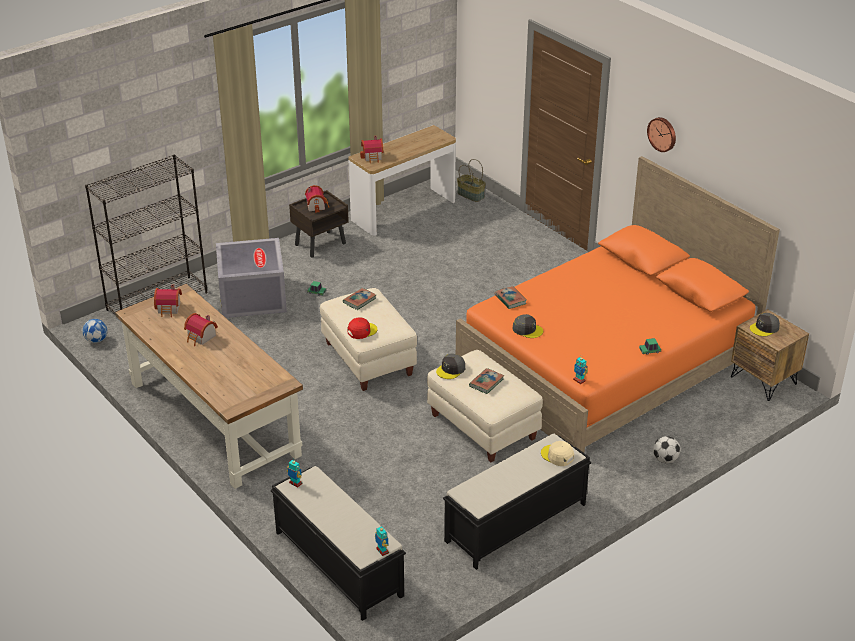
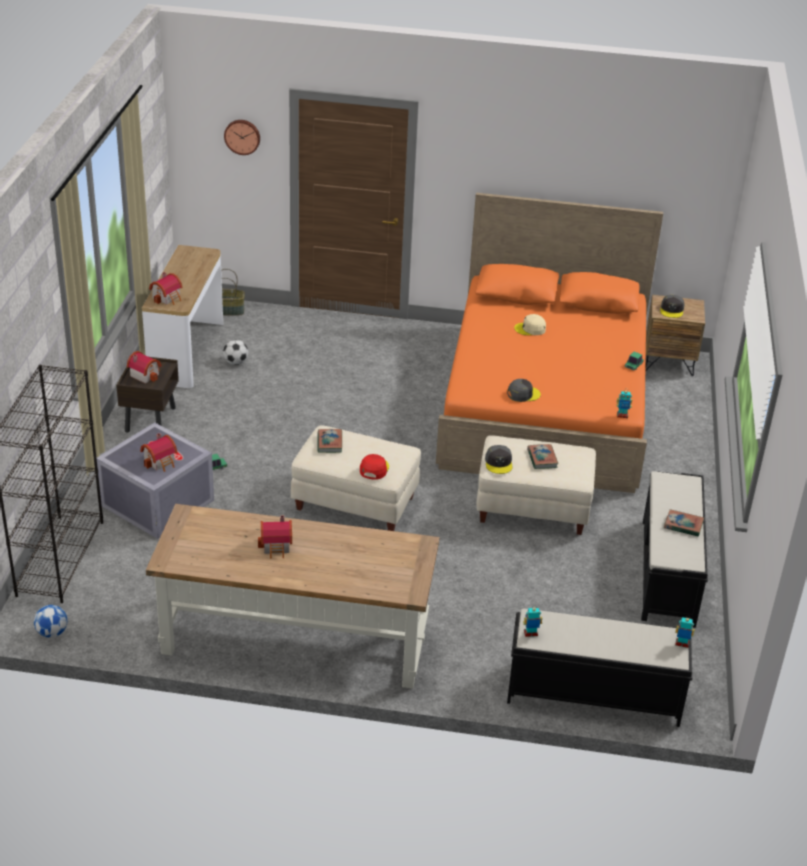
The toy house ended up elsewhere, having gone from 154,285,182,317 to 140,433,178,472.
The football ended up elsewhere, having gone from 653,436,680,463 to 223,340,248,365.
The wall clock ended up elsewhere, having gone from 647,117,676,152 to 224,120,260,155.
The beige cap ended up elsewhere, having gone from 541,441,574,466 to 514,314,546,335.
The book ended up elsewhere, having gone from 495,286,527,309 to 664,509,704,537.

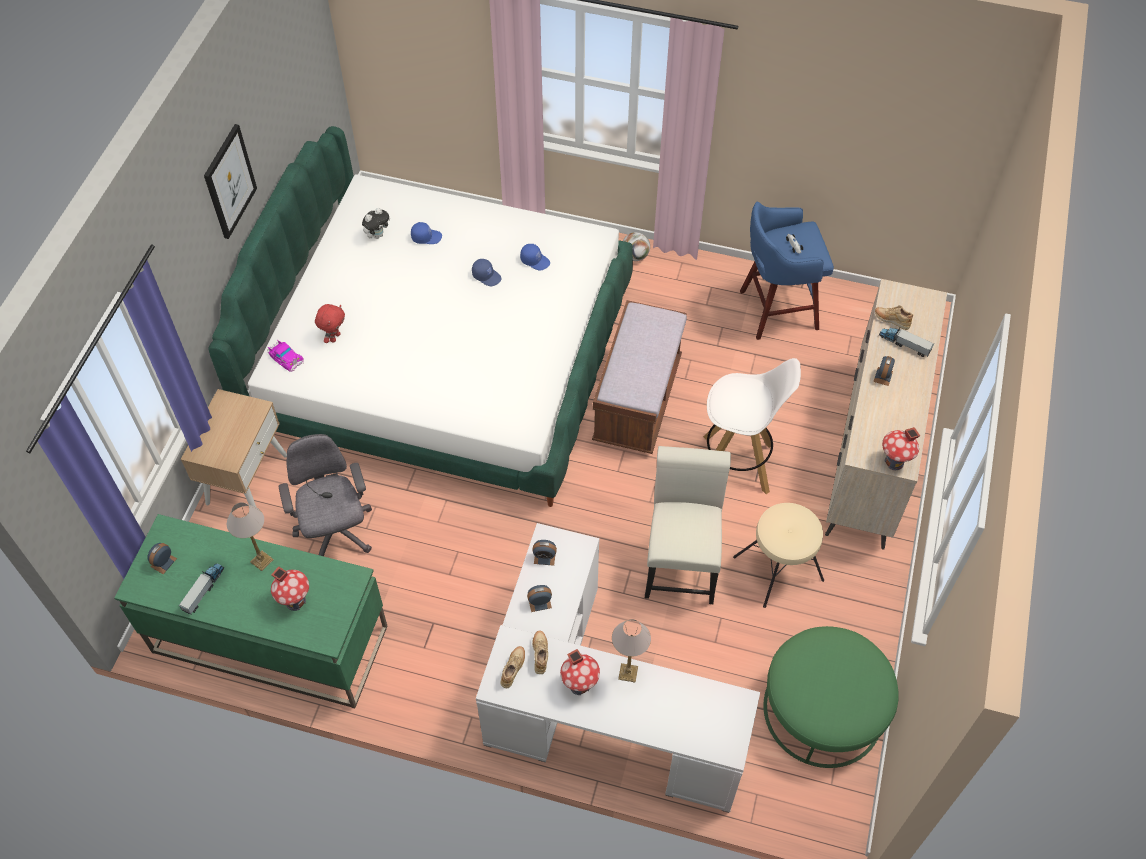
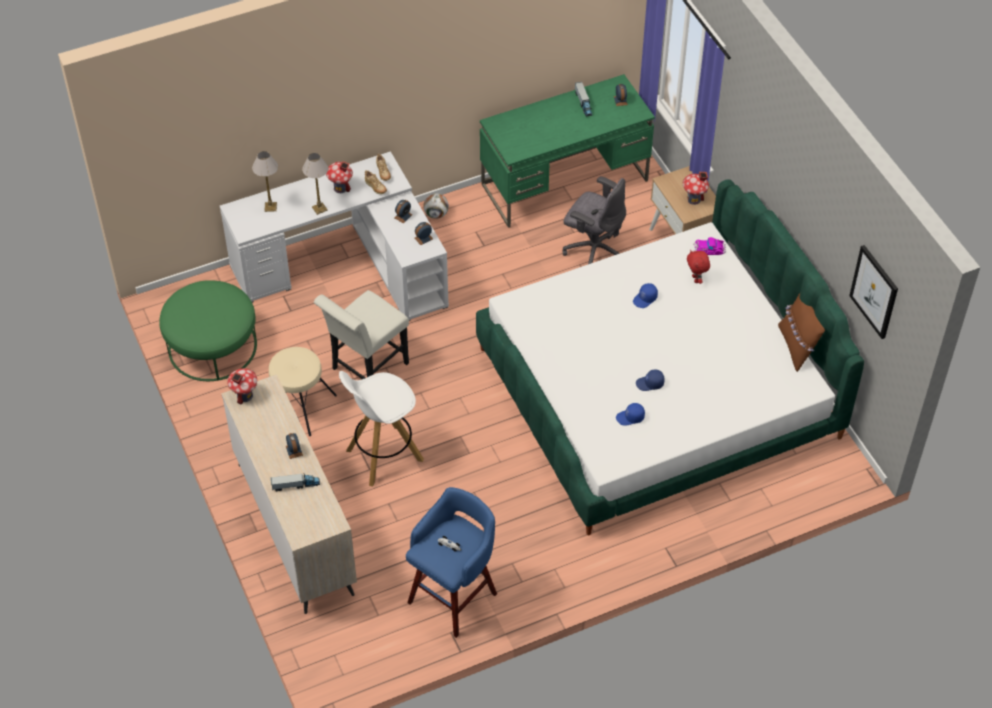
The table lamp ended up elsewhere, having gone from 227,502,274,571 to 252,151,278,212.
The white chair at 645,446,731,604 ended up facing another way, 75 degrees clockwise from before.
The football ended up elsewhere, having gone from 623,232,650,261 to 423,193,449,219.
The blue cap ended up elsewhere, having gone from 411,222,442,244 to 633,283,658,308.
The toy house ended up elsewhere, having gone from 271,567,309,611 to 683,172,709,205.
The second view gained the brown pillow at 778,293,825,372.
The picture ended up elsewhere, having gone from 204,124,257,239 to 849,245,898,339.
The second view lost the plush toy at 362,208,390,239.
The second view lost the brown bench at 592,300,687,454.
The second view lost the beige shoe at 875,305,913,330.

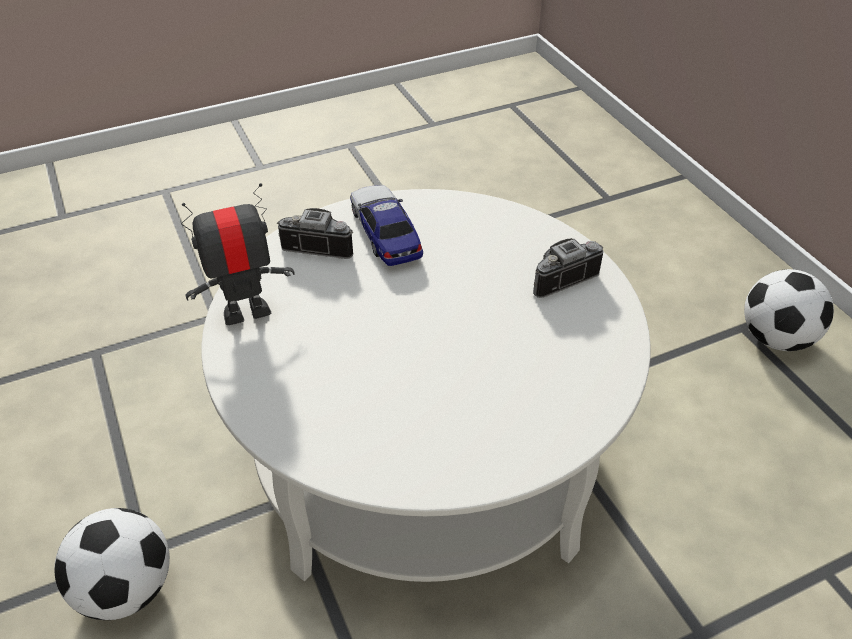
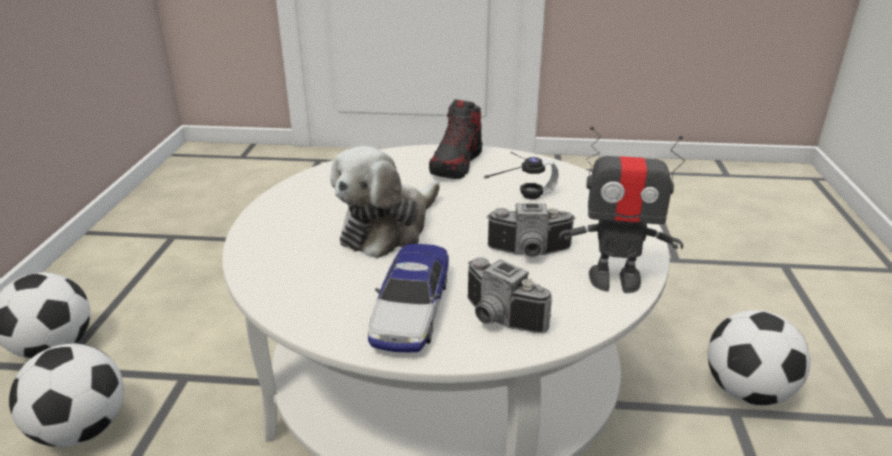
The second view gained the football at 9,344,124,447.
The second view gained the plush toy at 330,146,439,258.
The second view gained the shoe at 429,99,482,179.
The second view gained the headphones at 484,152,558,199.
The photo camera ended up elsewhere, having gone from 533,238,604,298 to 486,203,575,258.

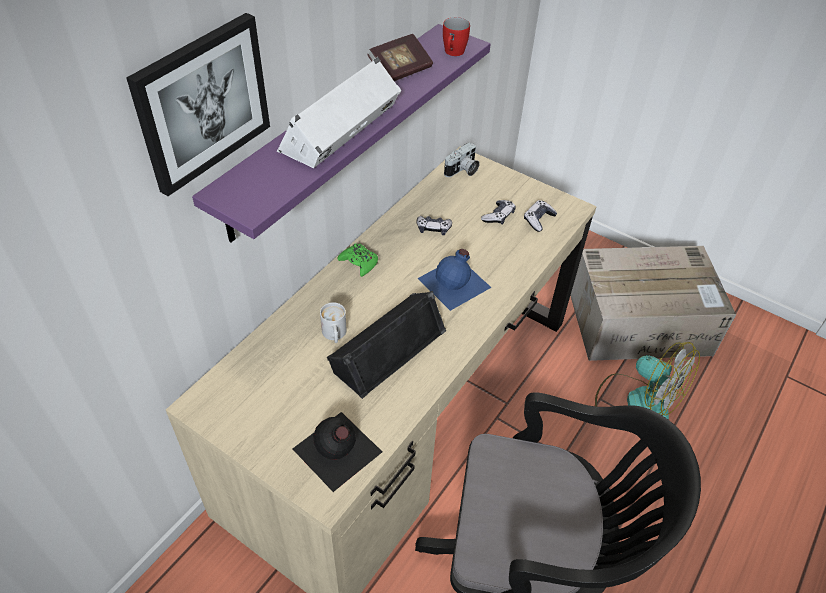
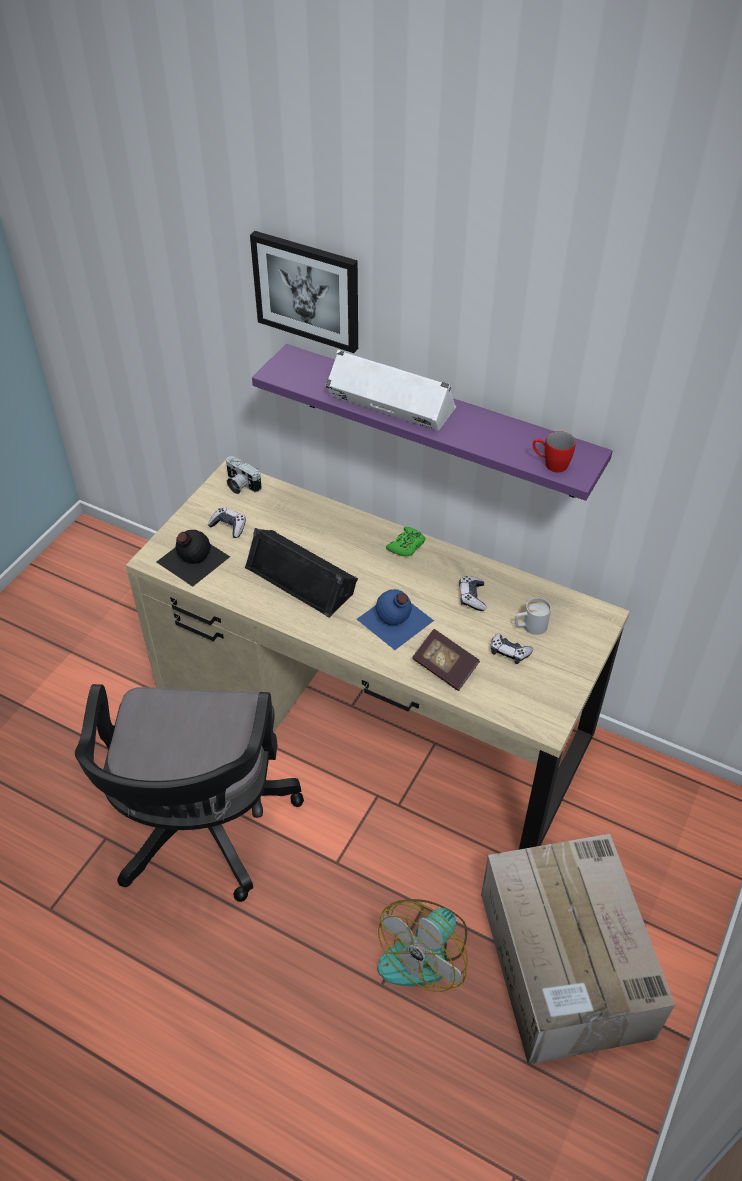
The game controller ended up elsewhere, having gone from 524,200,557,232 to 208,507,246,538.
The photo camera ended up elsewhere, having gone from 444,142,479,177 to 226,456,262,494.
The book ended up elsewhere, having gone from 367,34,433,81 to 412,629,480,691.
The white mug ended up elsewhere, having gone from 320,302,347,343 to 515,598,551,635.

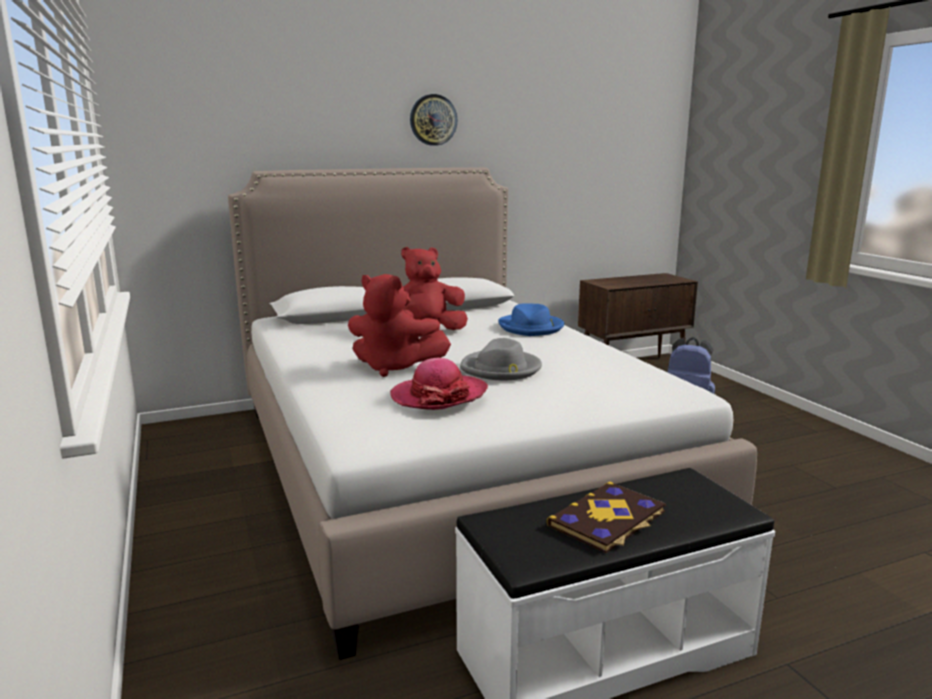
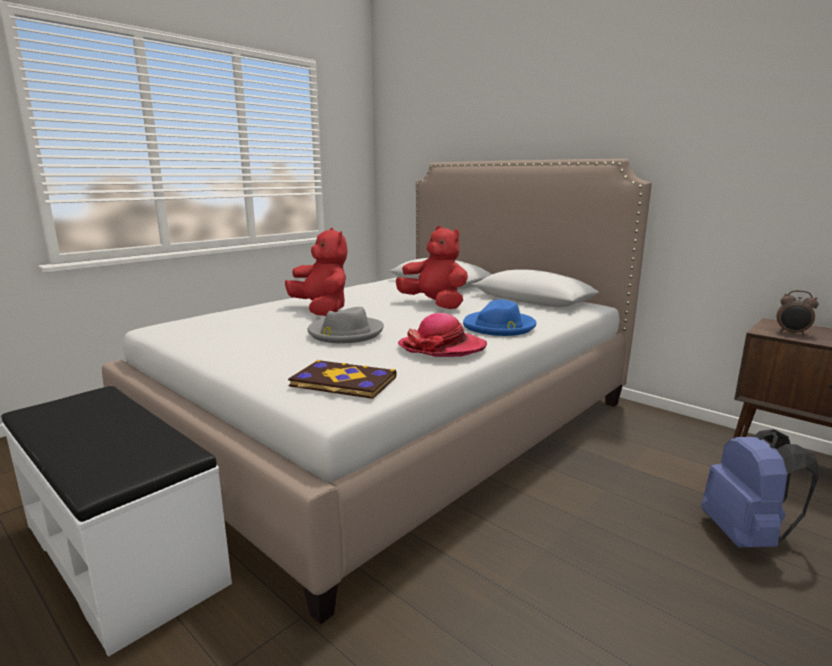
The red plush toy at 348,274,451,377 ended up facing another way, 150 degrees clockwise from before.
The book ended up elsewhere, having gone from 547,482,666,553 to 288,360,396,399.
The hat ended up elsewhere, having gone from 390,357,488,410 to 398,313,487,357.
The second view gained the alarm clock at 776,290,819,336.
The second view lost the wall clock at 410,94,458,146.

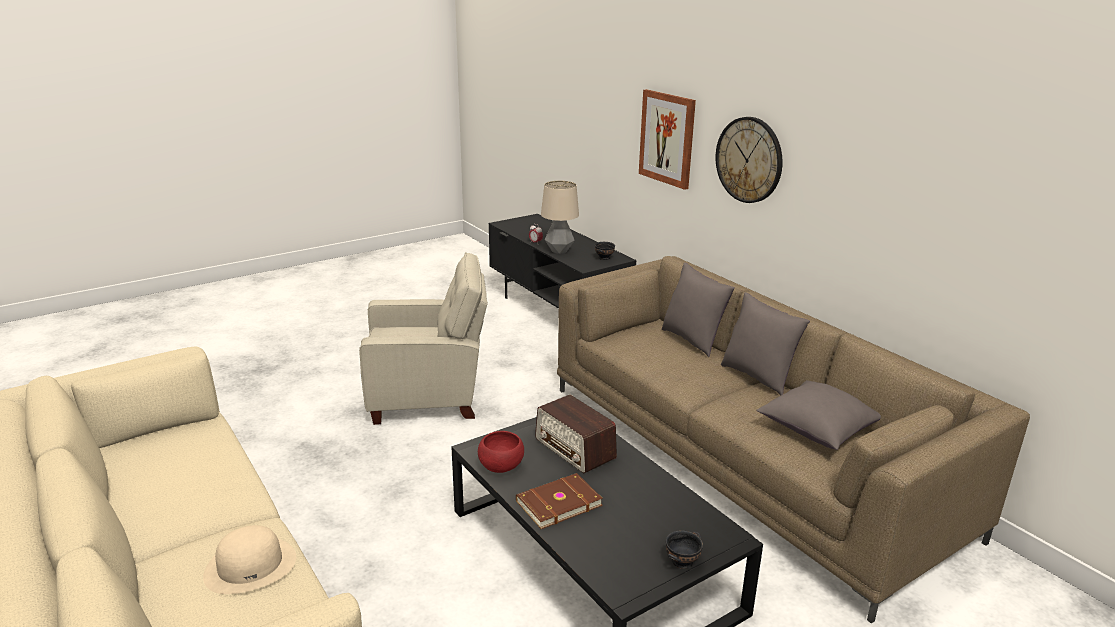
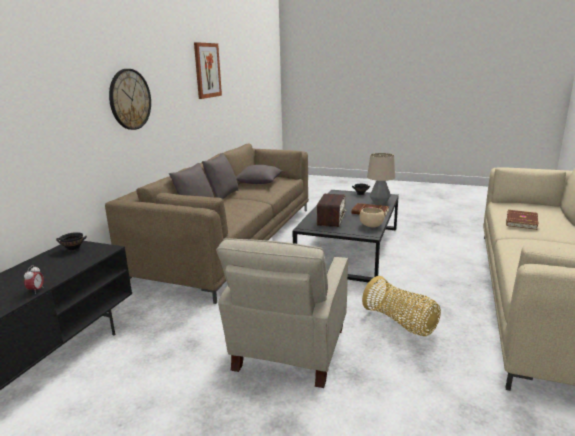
The picture ended up elsewhere, having gone from 639,89,696,190 to 194,42,222,99.
The beige armchair at 359,252,488,425 ended up facing another way, 120 degrees counterclockwise from before.
What was the red bowl at 478,431,524,473 turned into the beige bowl at 360,207,385,227.
The second view gained the basket at 362,276,441,336.
The table lamp ended up elsewhere, having gone from 541,180,579,254 to 367,153,395,205.
Where the beige hat stood at 203,525,296,594, the brown book came to stand at 506,210,538,230.

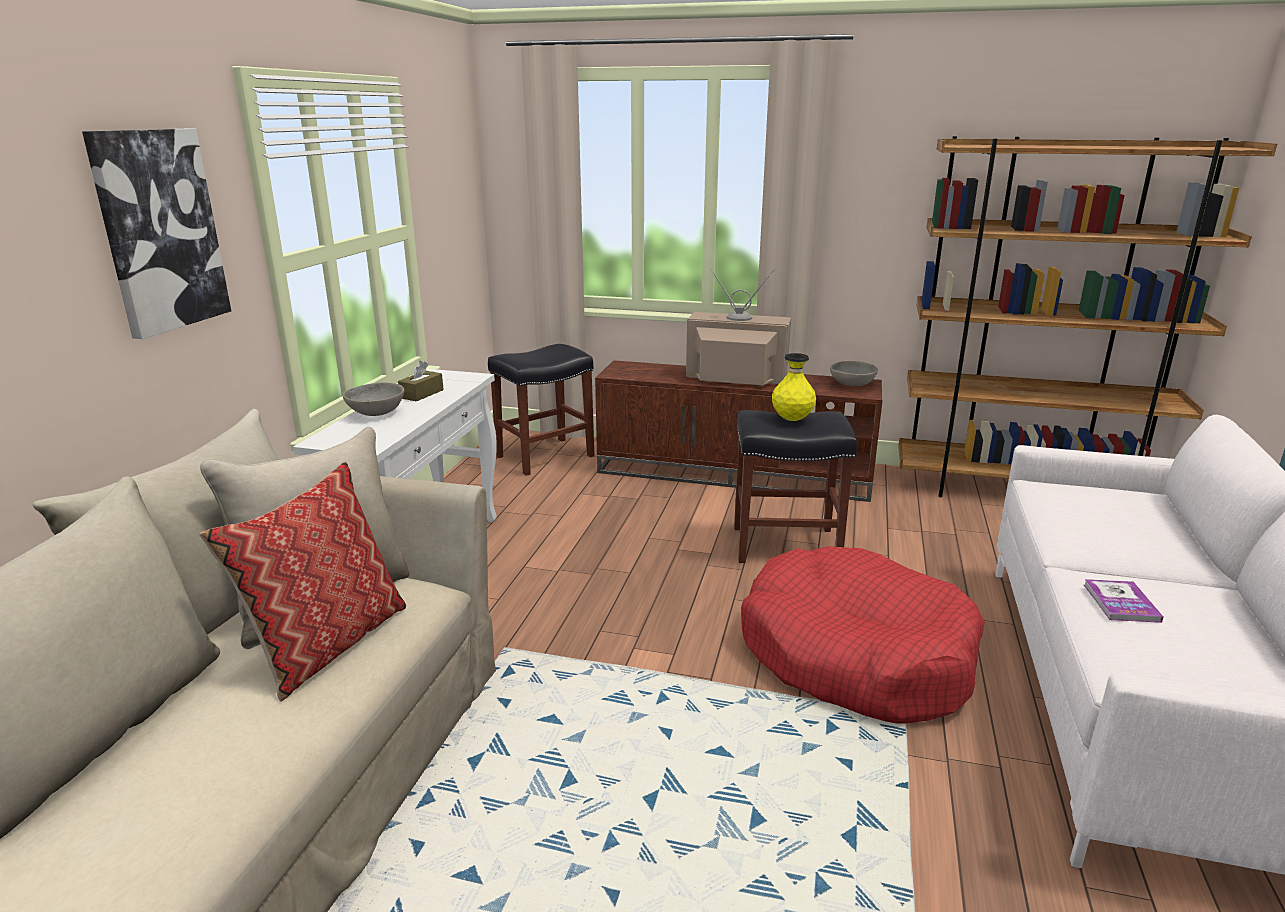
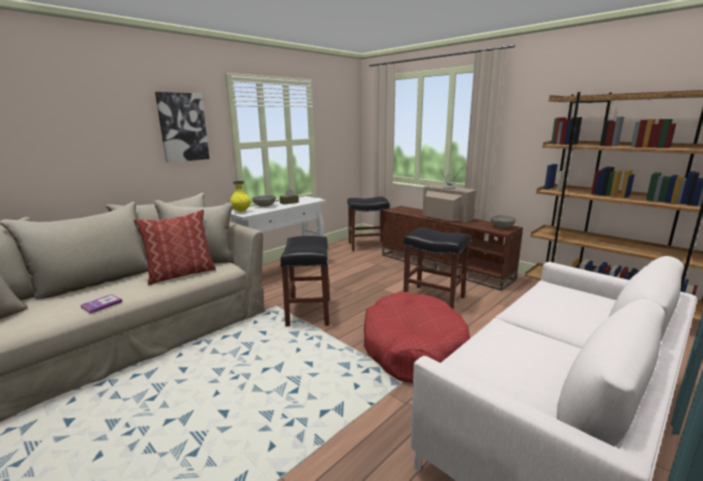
The book ended up elsewhere, having gone from 1084,579,1164,623 to 81,294,122,314.
The yellow vase ended up elsewhere, having gone from 772,353,816,421 to 230,181,250,212.
The second view gained the black stool at 280,236,330,327.

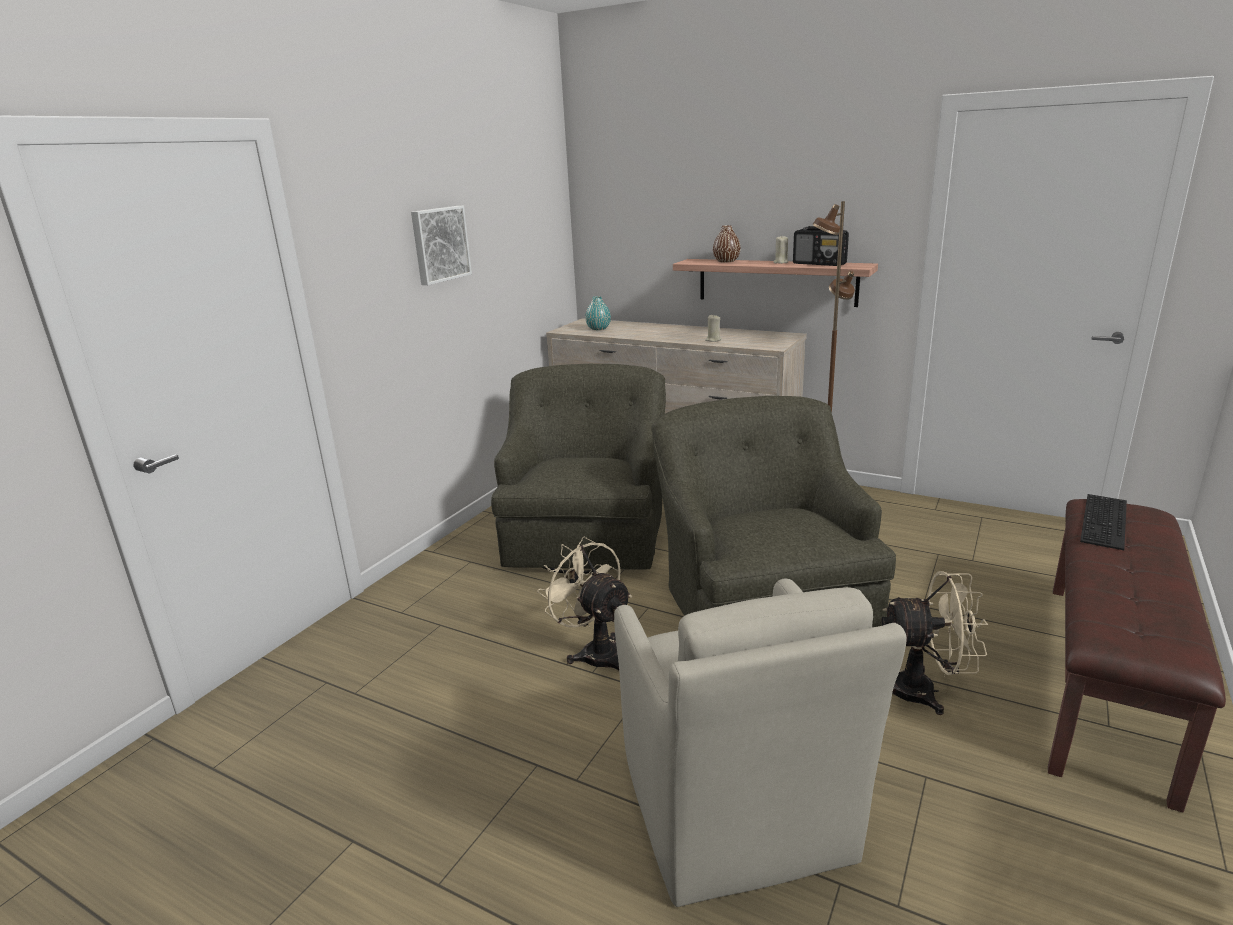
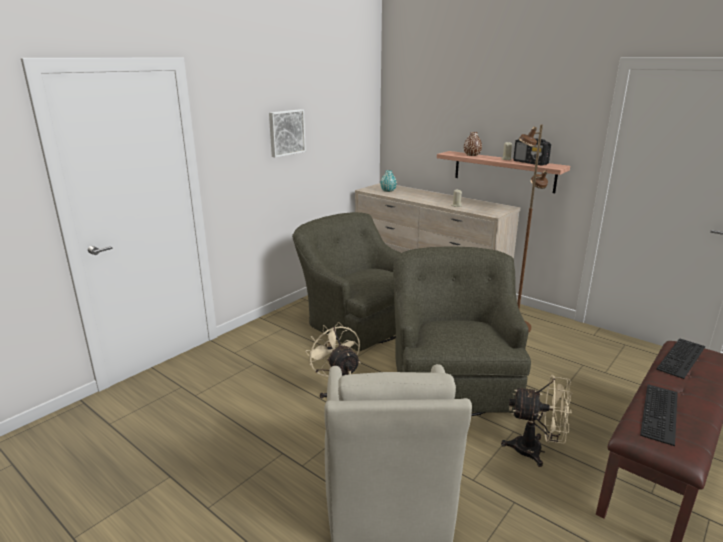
The green armchair at 491,364,666,574 ended up facing another way, 60 degrees counterclockwise from before.
The second view gained the keyboard at 640,384,678,446.

